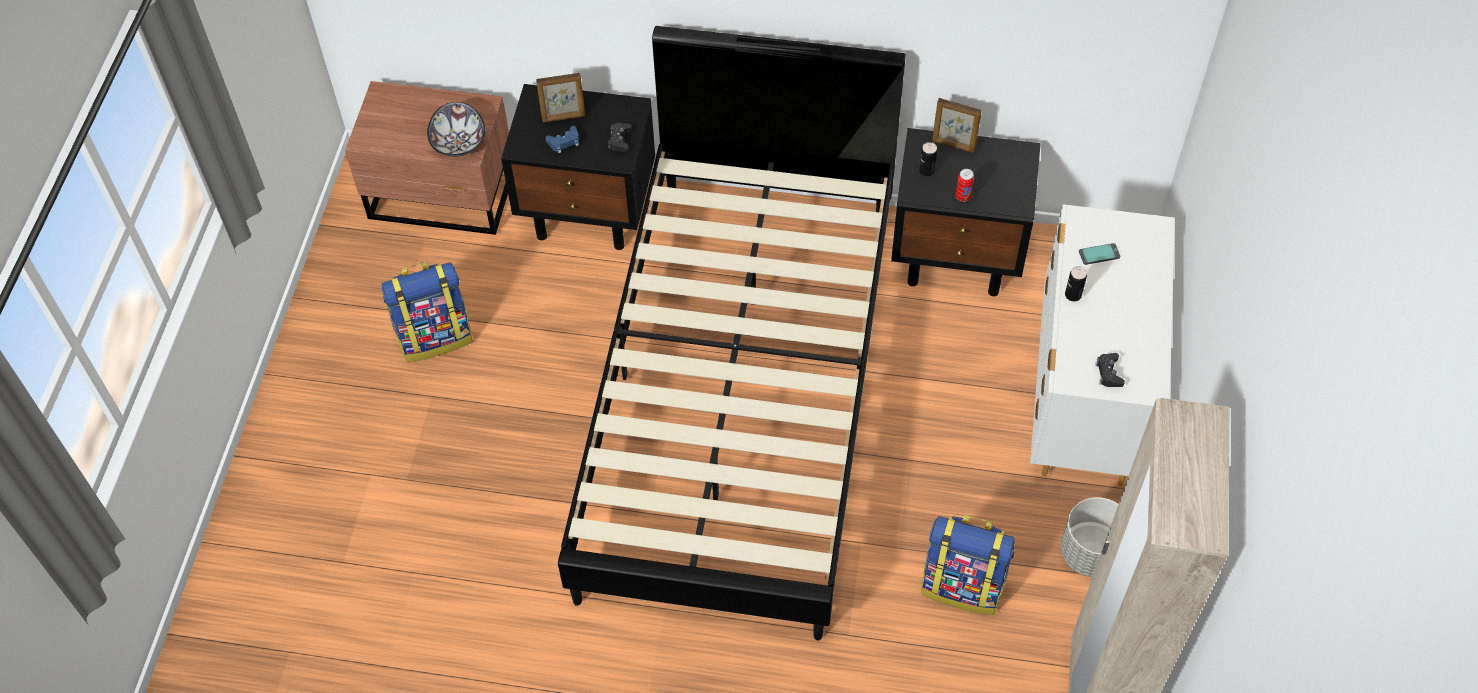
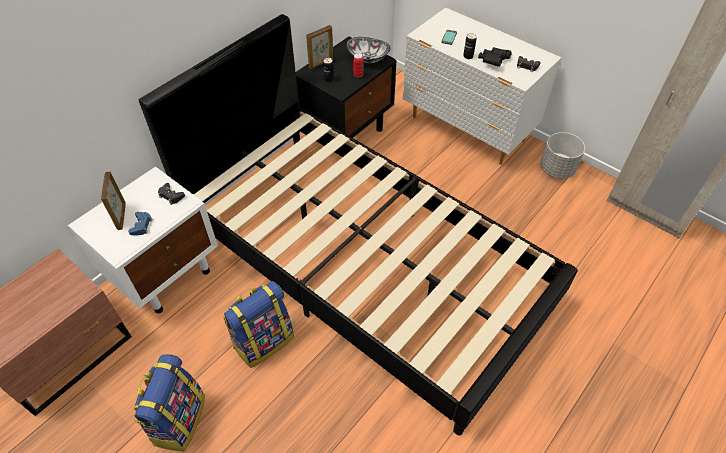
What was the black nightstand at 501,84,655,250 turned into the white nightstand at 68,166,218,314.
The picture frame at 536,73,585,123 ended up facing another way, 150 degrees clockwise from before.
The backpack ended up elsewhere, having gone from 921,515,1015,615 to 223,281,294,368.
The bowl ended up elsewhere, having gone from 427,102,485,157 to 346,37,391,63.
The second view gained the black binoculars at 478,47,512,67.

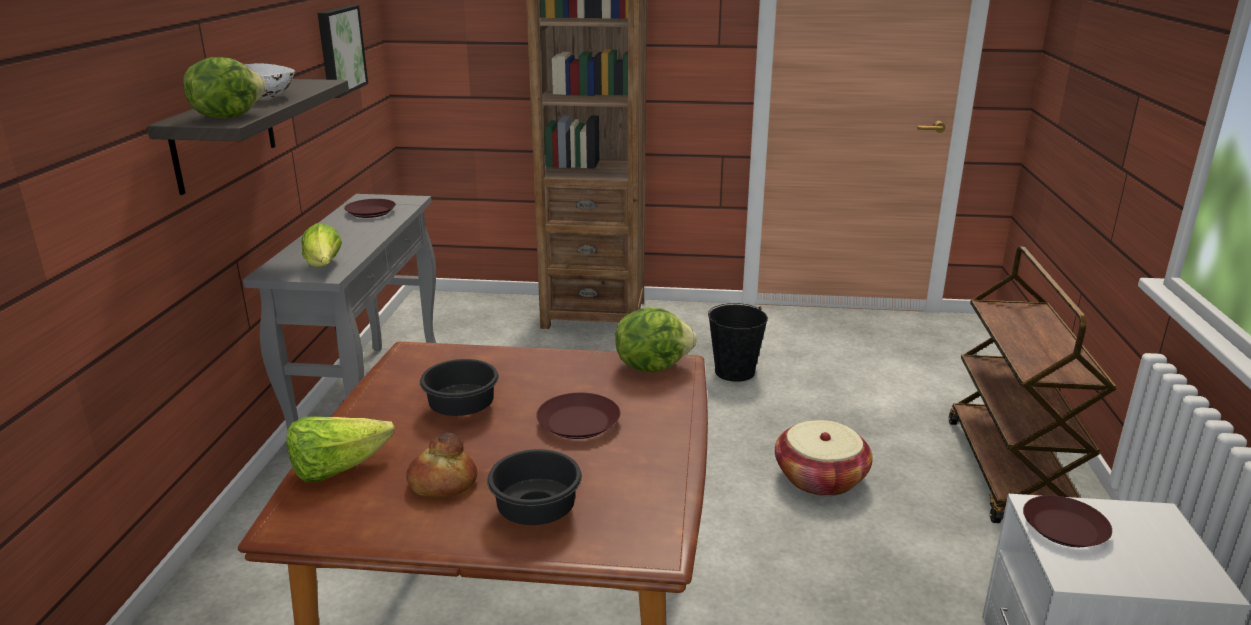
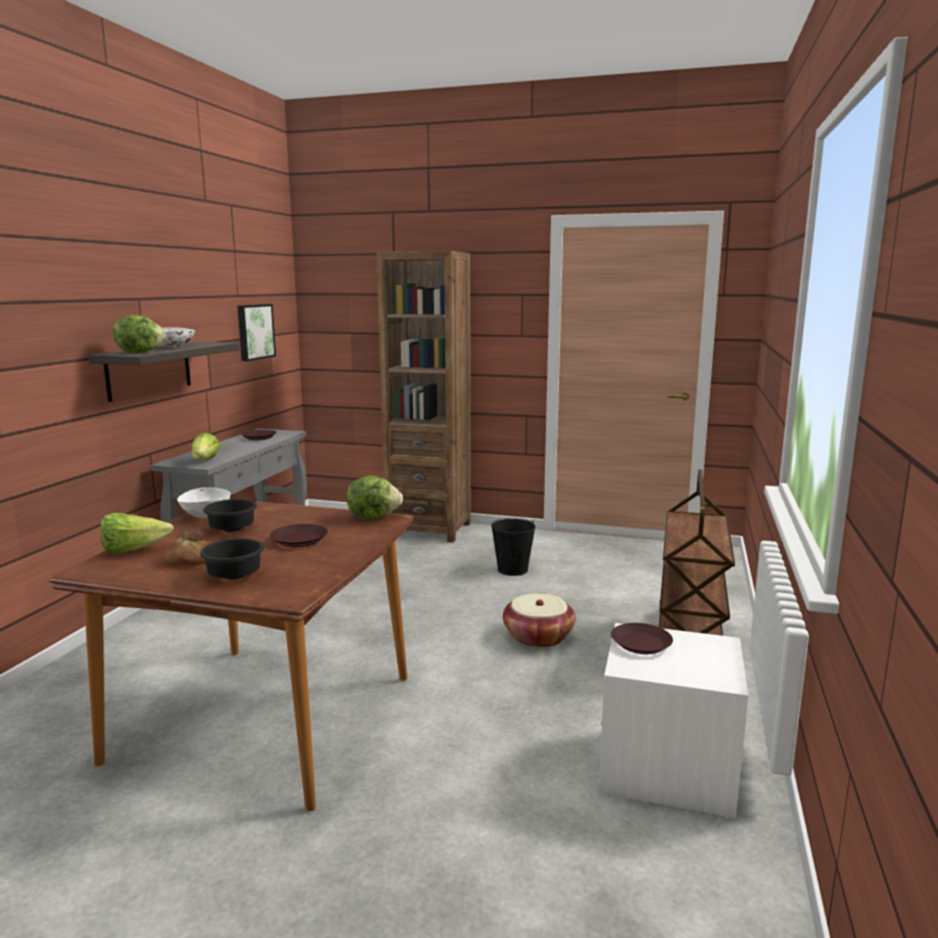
The second view gained the white bowl at 177,487,231,518.

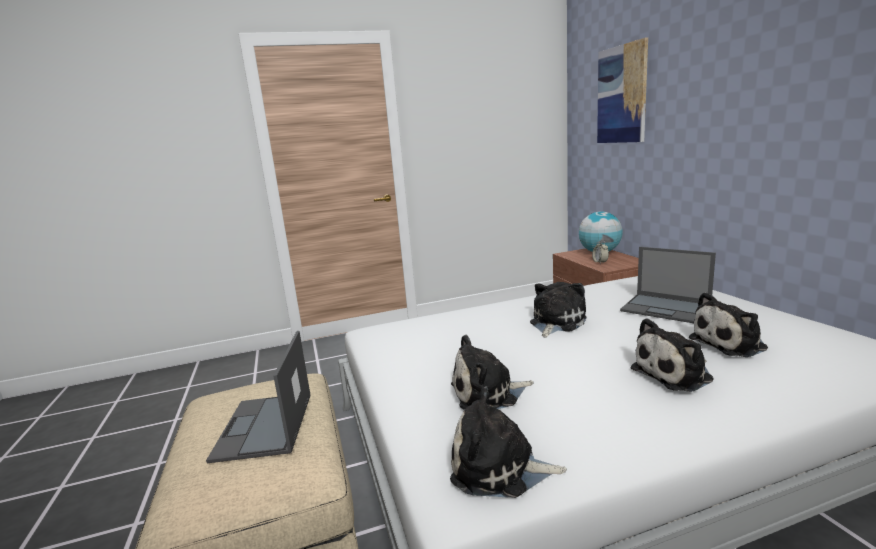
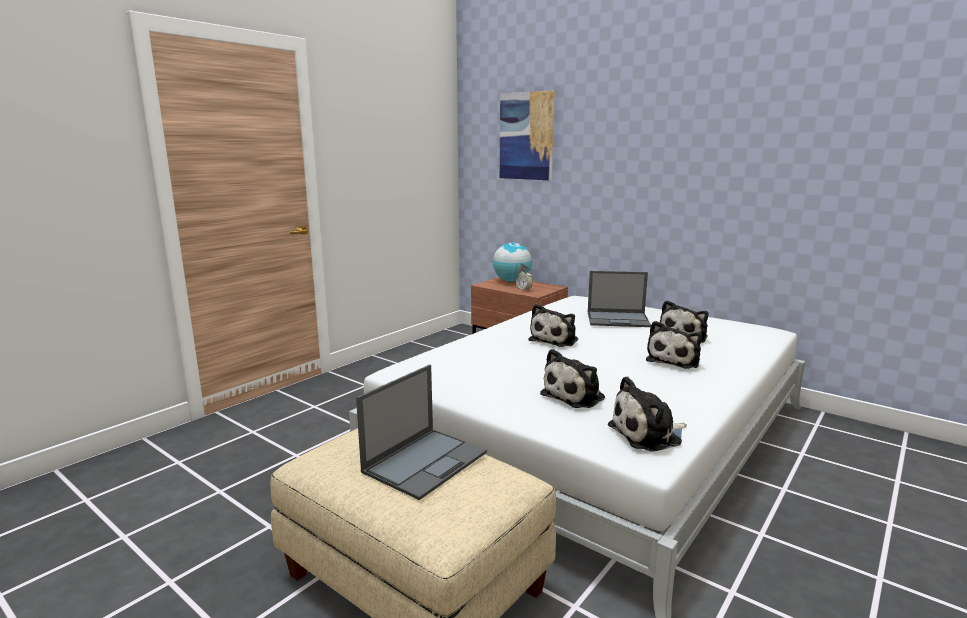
The laptop at 206,331,310,463 ended up facing another way, 105 degrees counterclockwise from before.
The plush toy at 530,282,587,338 ended up facing another way, 150 degrees counterclockwise from before.

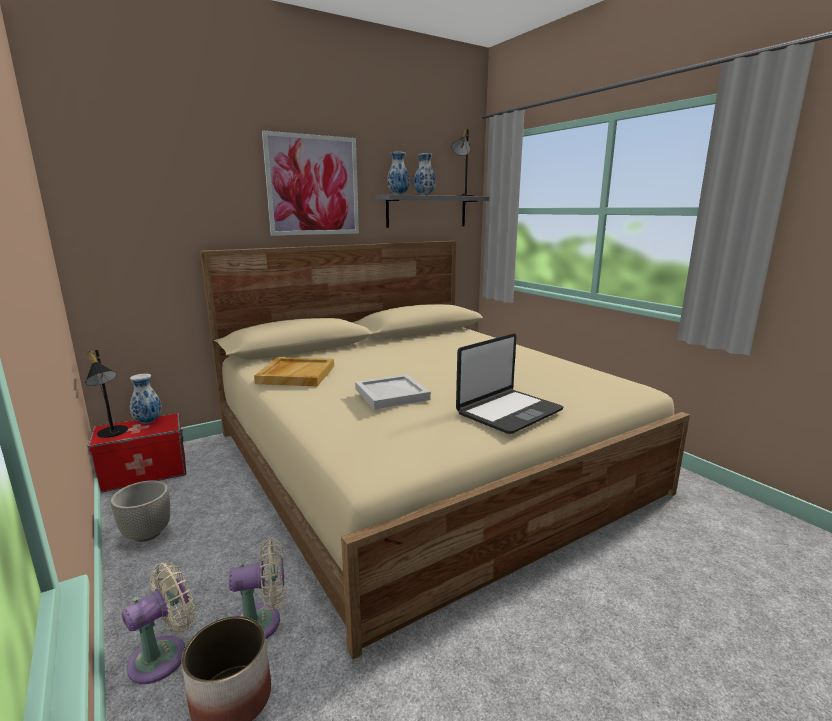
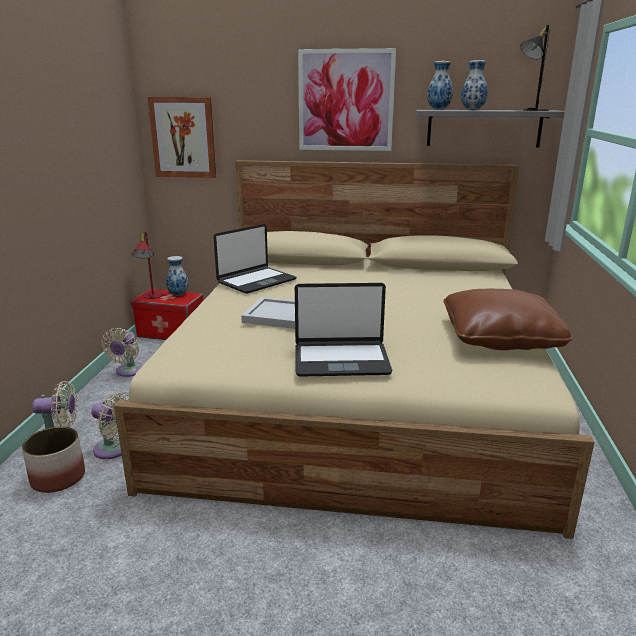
Where the grey planter stood at 110,480,170,542, the beige fan came to stand at 102,328,143,377.
What was the black table lamp at 85,349,128,438 turned into the red table lamp at 132,232,163,299.
The second view gained the picture at 148,97,216,178.
Where the beige tray stood at 254,357,334,386, the laptop came to stand at 213,224,297,294.
The second view gained the brown pillow at 443,289,573,350.

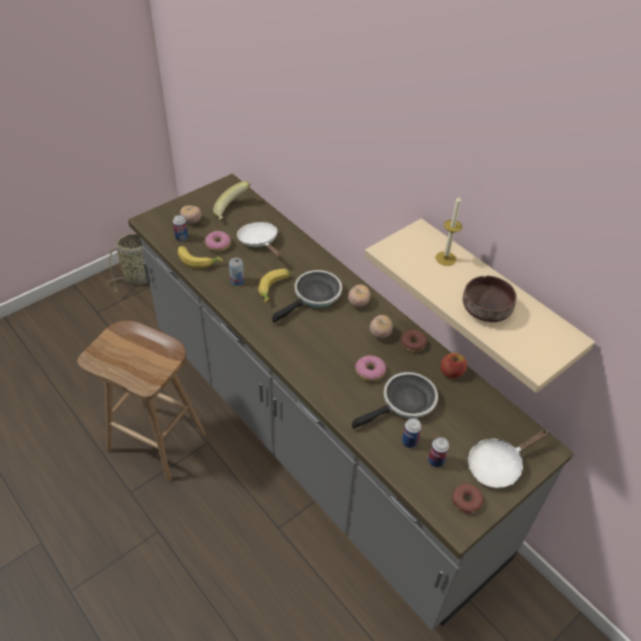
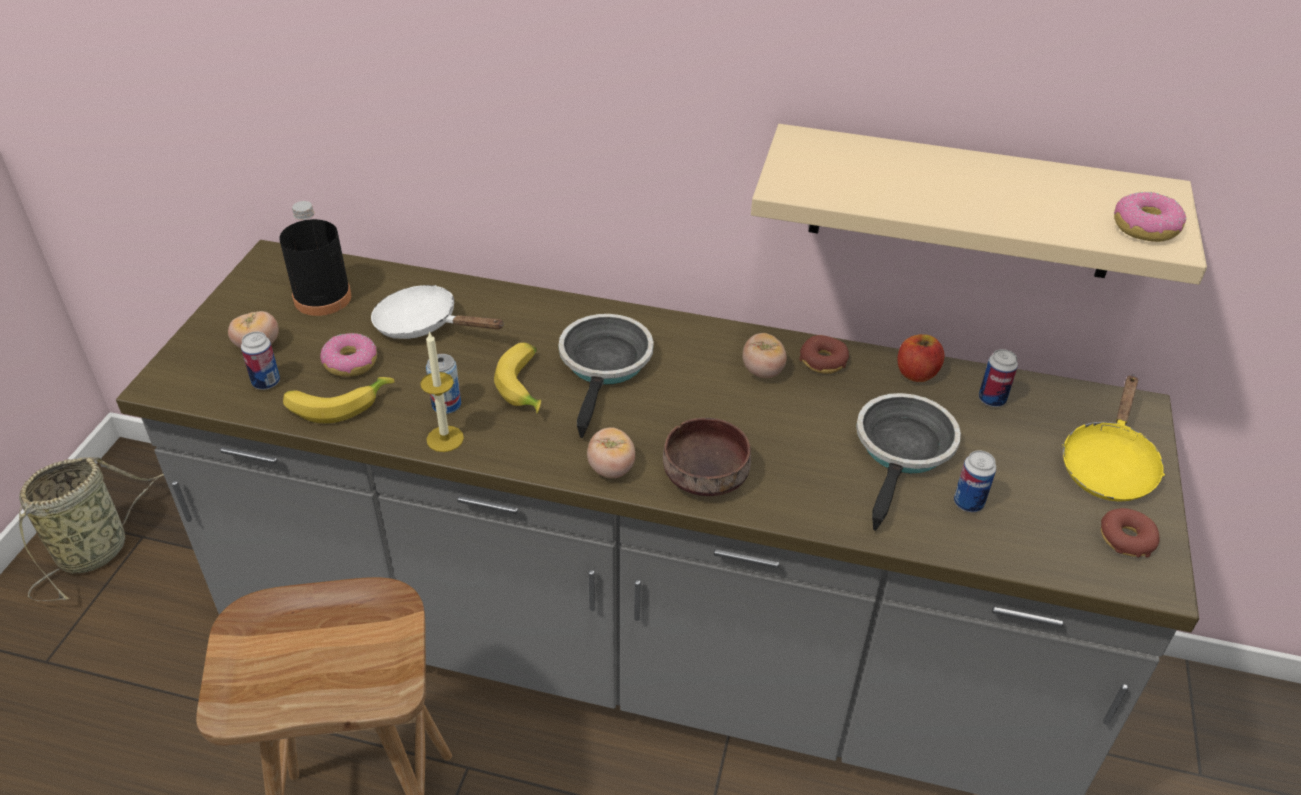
Where the banana stood at 213,181,250,220, the black bottle came to stand at 279,201,351,316.
The candle ended up elsewhere, having gone from 436,195,462,266 to 420,331,464,452.
The tomato ended up elsewhere, having gone from 348,285,370,307 to 587,427,635,478.
The brown bowl ended up elsewhere, having gone from 463,276,517,322 to 663,418,751,496.
The can ended up elsewhere, having gone from 428,437,449,468 to 979,349,1018,407.
What was the white frying pan at 468,429,549,488 turned into the yellow frying pan at 1062,375,1165,502.
The donut ended up elsewhere, having gone from 355,355,386,382 to 1114,191,1186,242.

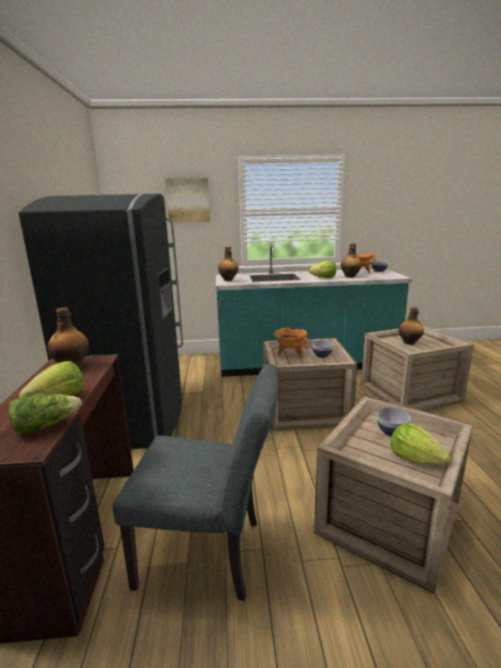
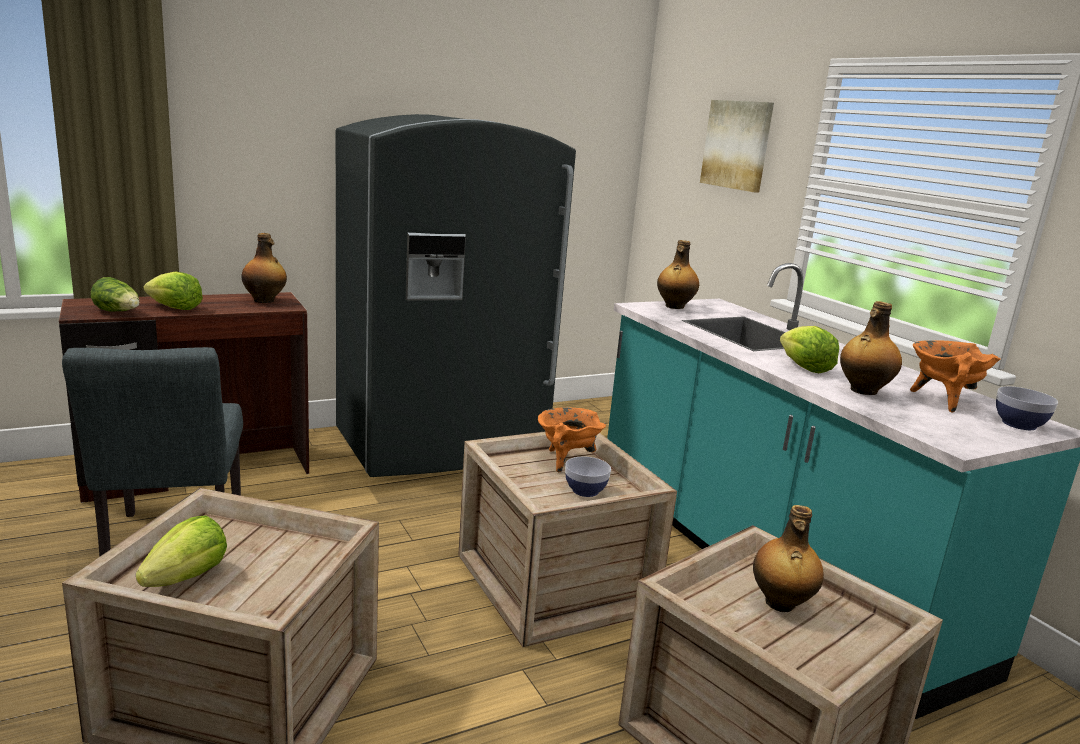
The second view lost the bowl at 377,407,411,437.

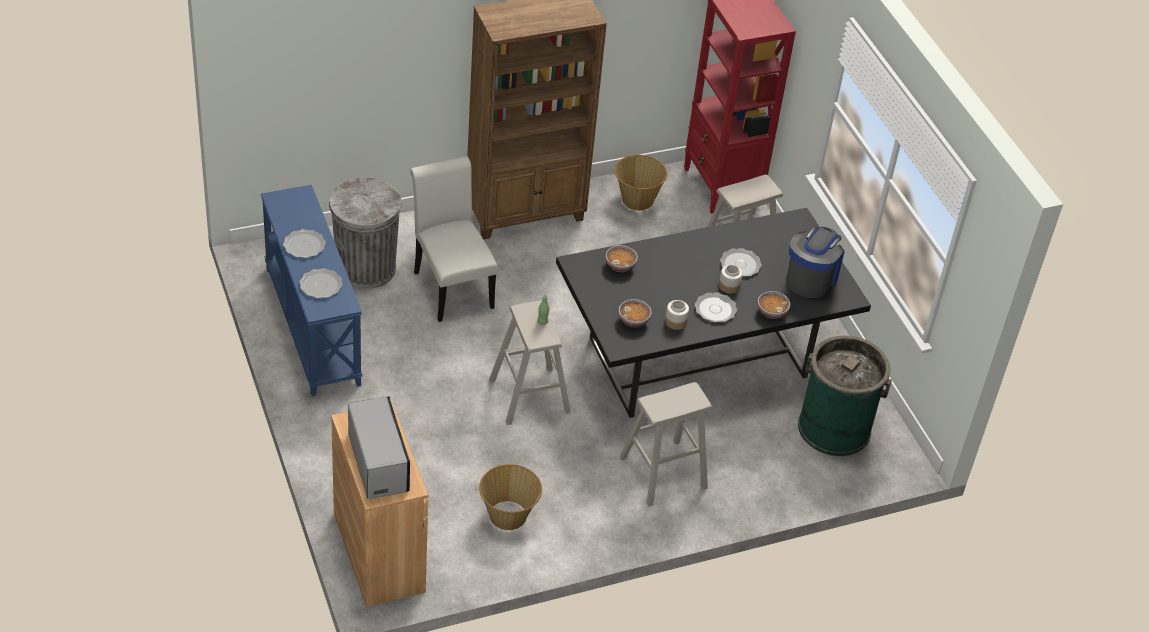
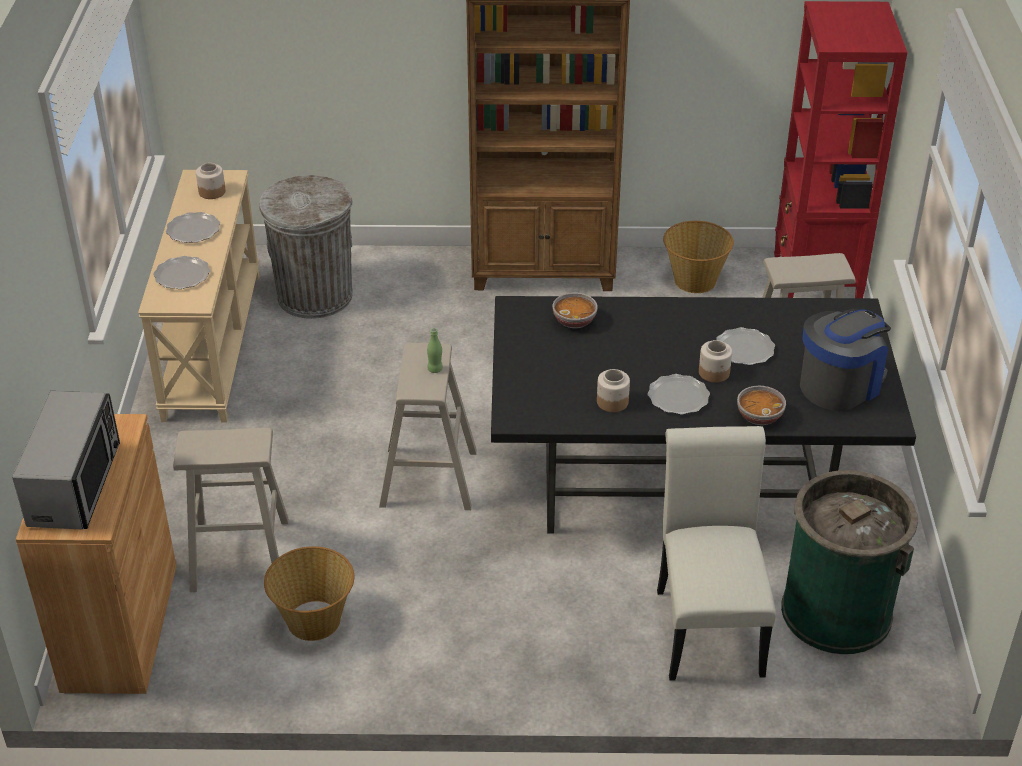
What was the blue console table at 261,185,363,396 turned into the beige console table at 138,170,260,423.
The beige stool ended up elsewhere, having gone from 620,382,712,507 to 173,428,289,592.
The second view gained the jar at 196,163,226,199.
The white chair ended up elsewhere, having gone from 410,156,498,322 to 657,426,776,681.
The second view lost the bowl at 619,299,652,327.

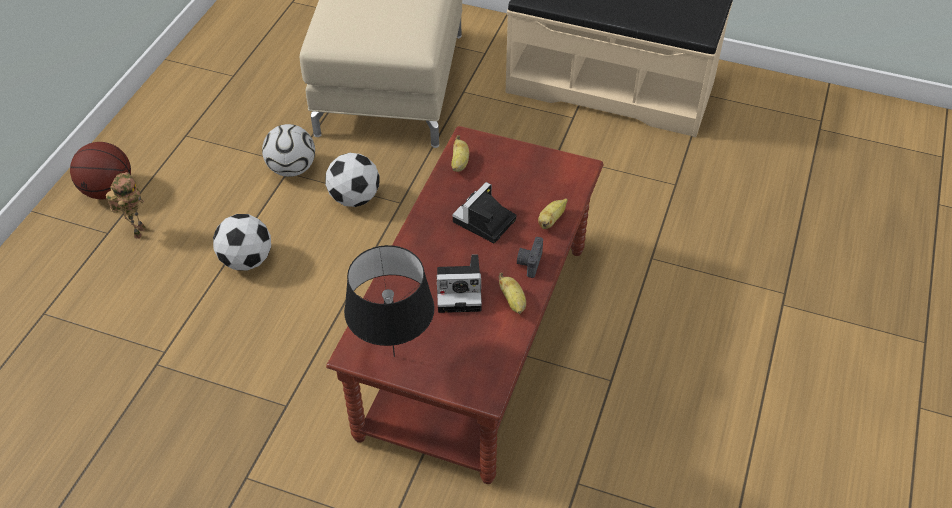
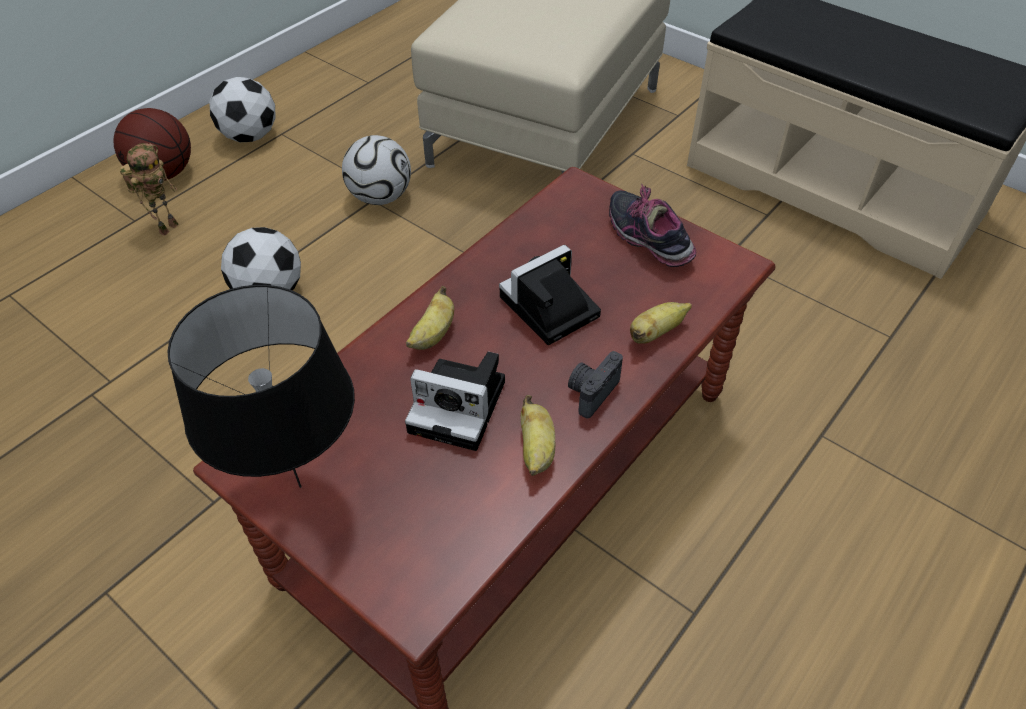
The football ended up elsewhere, having gone from 325,153,379,207 to 209,77,276,142.
The banana ended up elsewhere, having gone from 451,135,469,172 to 406,286,454,350.
The second view gained the shoe at 609,184,696,267.

